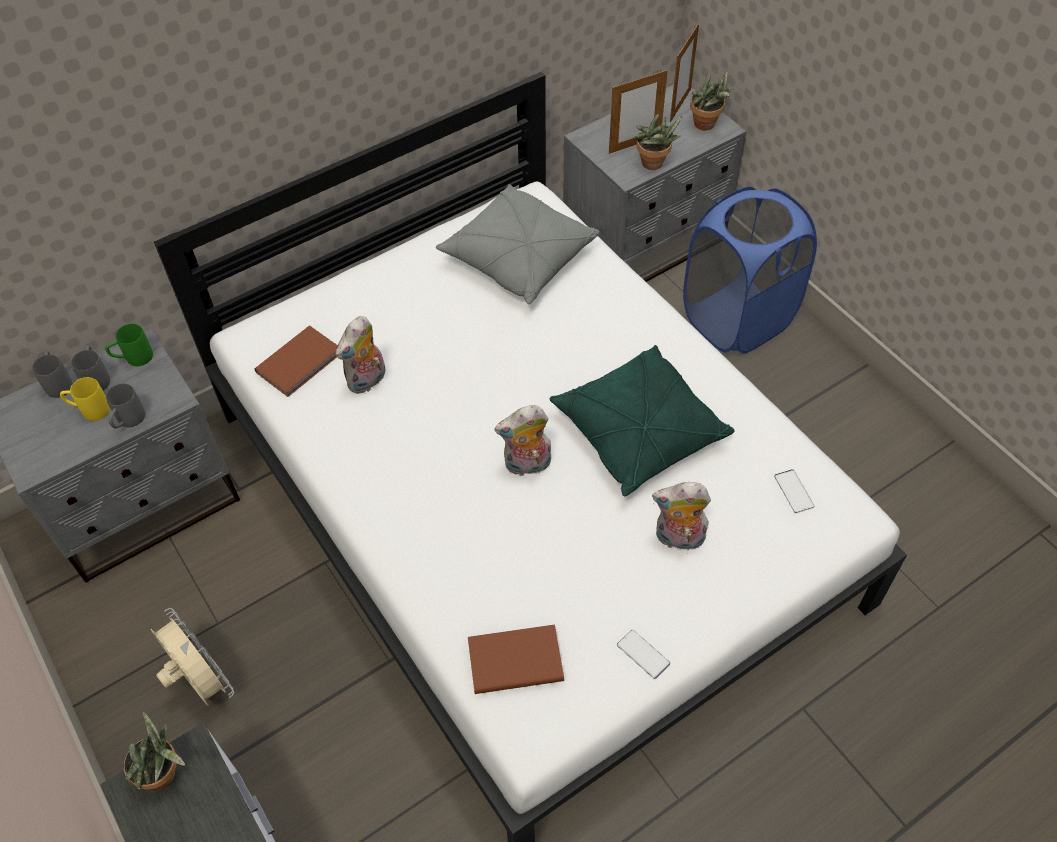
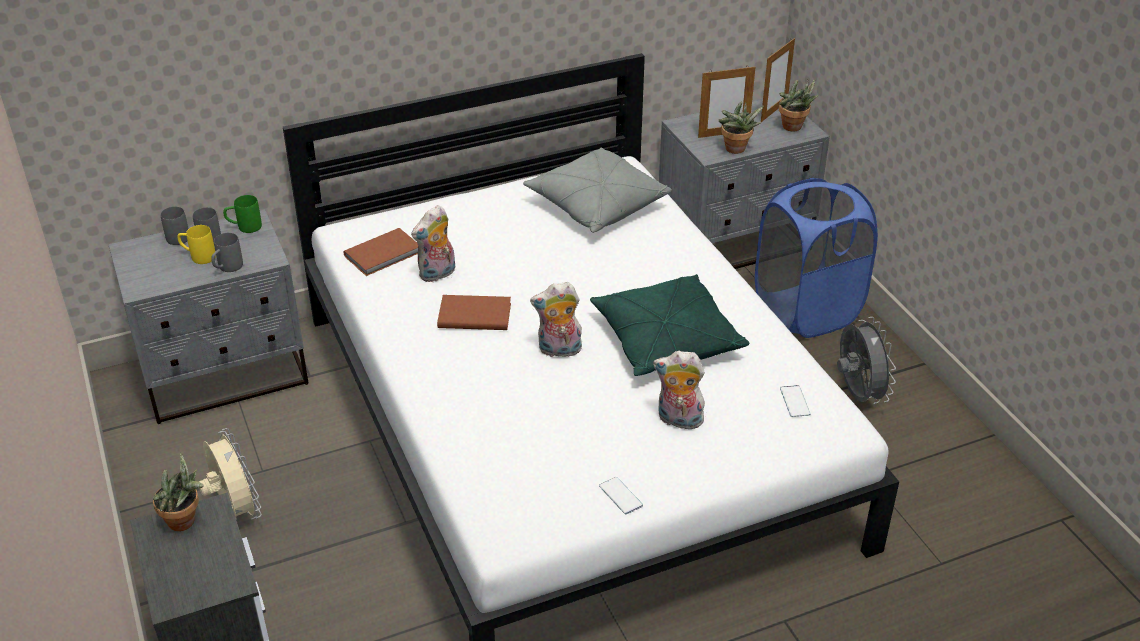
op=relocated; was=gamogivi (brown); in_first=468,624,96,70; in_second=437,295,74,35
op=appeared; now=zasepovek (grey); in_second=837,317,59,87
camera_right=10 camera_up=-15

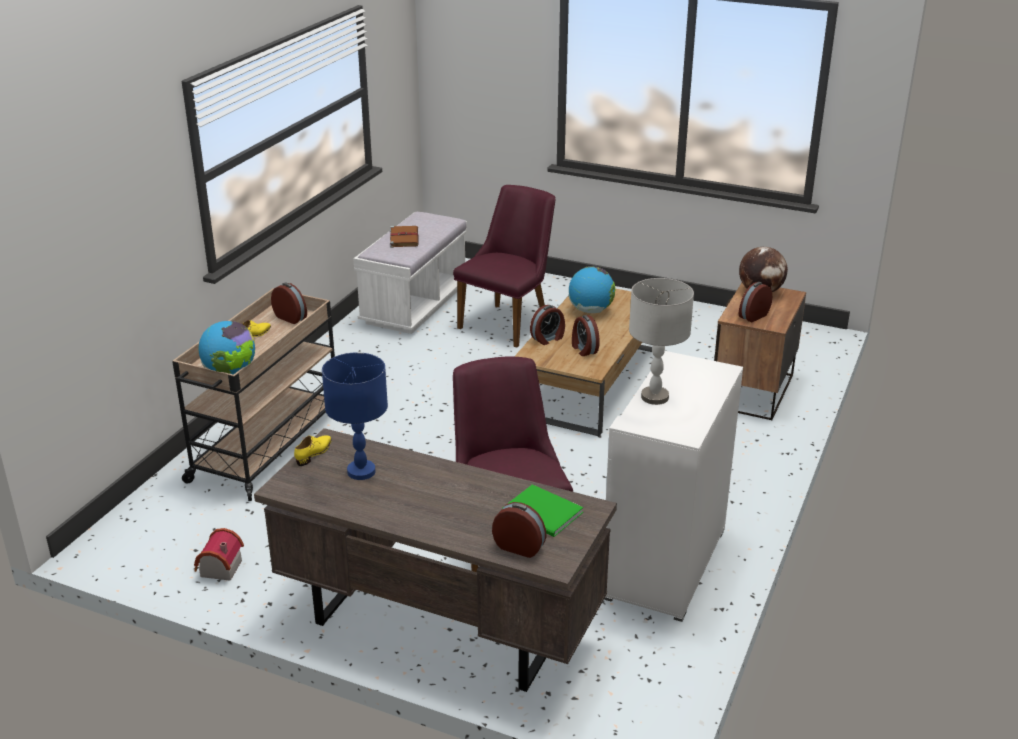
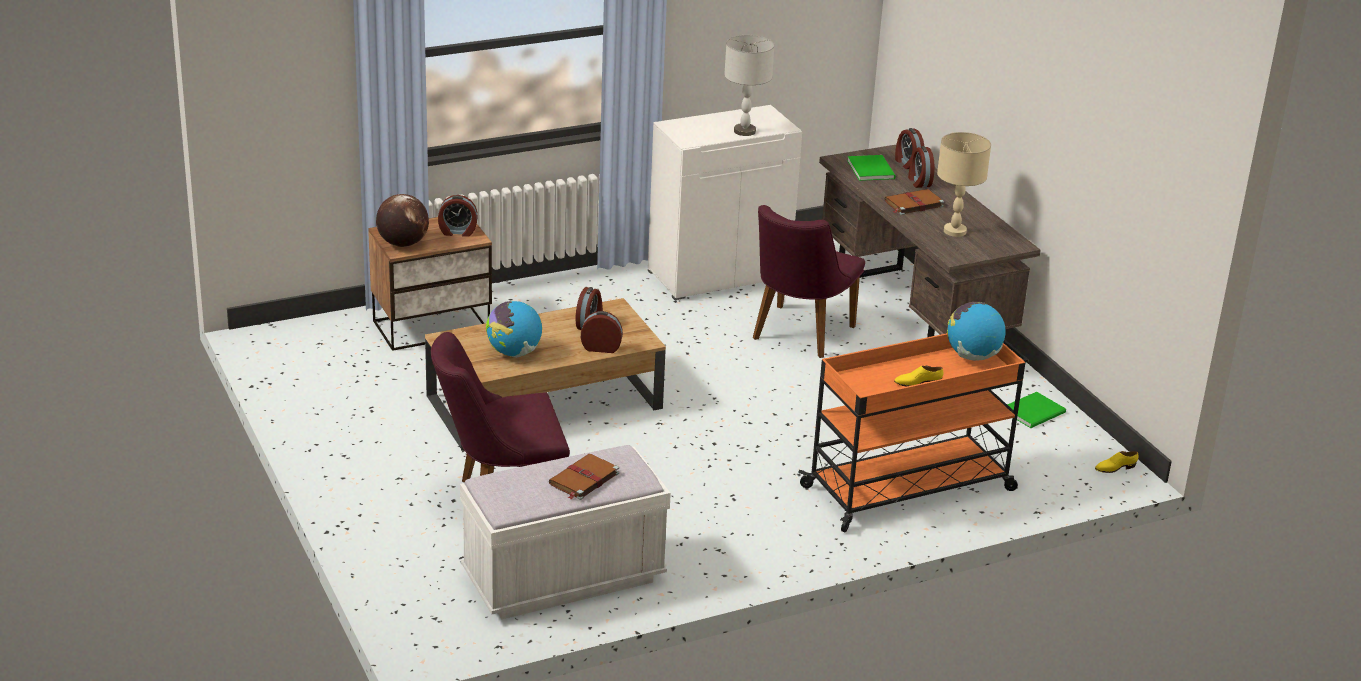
op=colour; was=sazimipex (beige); now=sazimipex (orange); in_first=172,288,163,213; in_second=798,333,230,199
op=exchanged; was=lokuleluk; now=gamogivi (green); in_first=194,528,50,53; in_second=1007,392,59,36
op=relocated; was=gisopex; in_first=271,283,36,41; in_second=908,146,27,42
op=relocated; was=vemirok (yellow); in_first=294,435,38,31; in_second=1095,451,43,22
op=colour; was=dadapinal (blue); now=dadapinal (beige); in_first=322,352,66,128; in_second=937,132,54,105
op=appeared; now=gamogivi (brown); in_second=885,189,59,26
camera_right=-140 camera_up=0

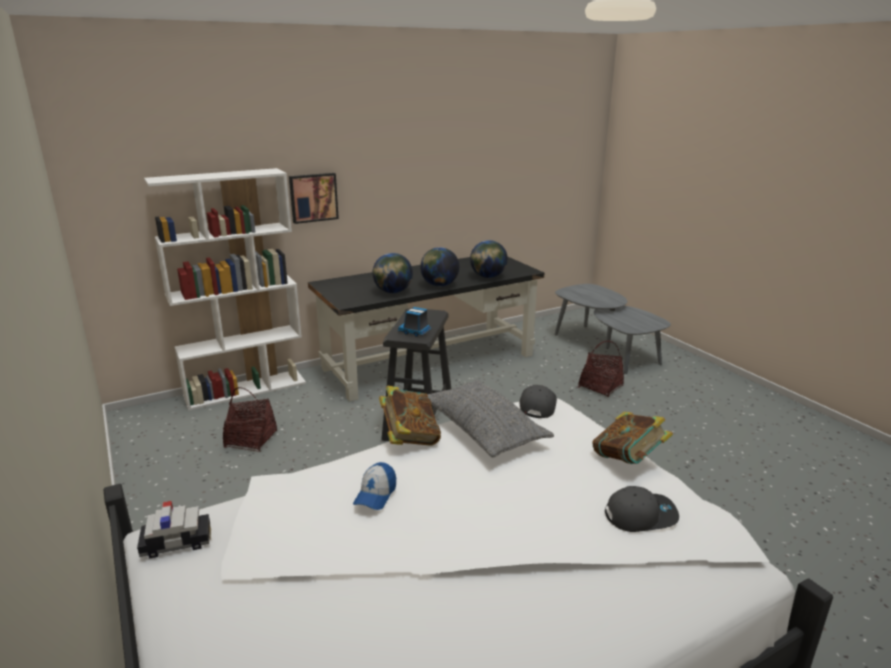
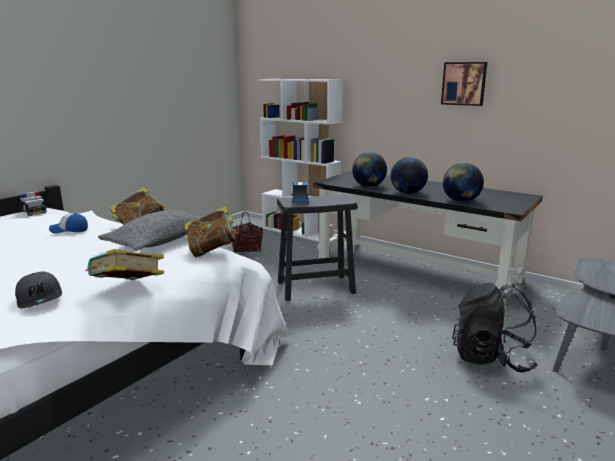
op=relocated; was=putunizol; in_first=289,173,50,51; in_second=441,62,47,44
op=exchanged; was=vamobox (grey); now=gamogivi; in_first=520,385,37,33; in_second=184,206,55,51
op=exchanged; was=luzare; now=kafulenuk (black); in_first=578,341,46,56; in_second=452,283,85,90
camera_right=65 camera_up=-5

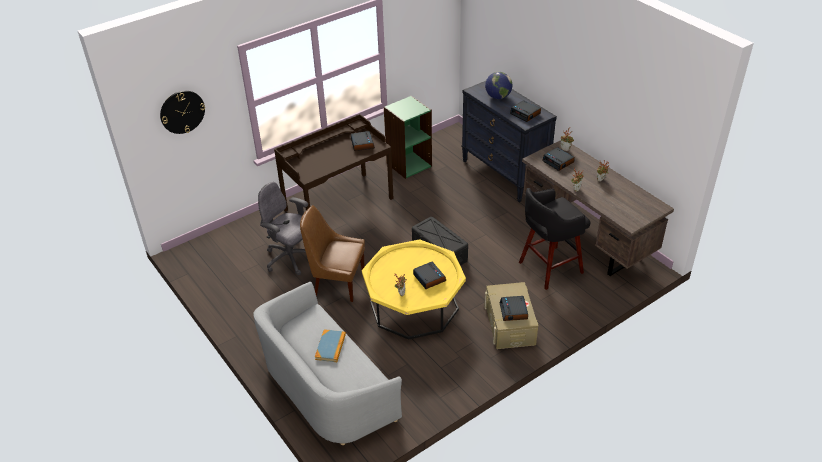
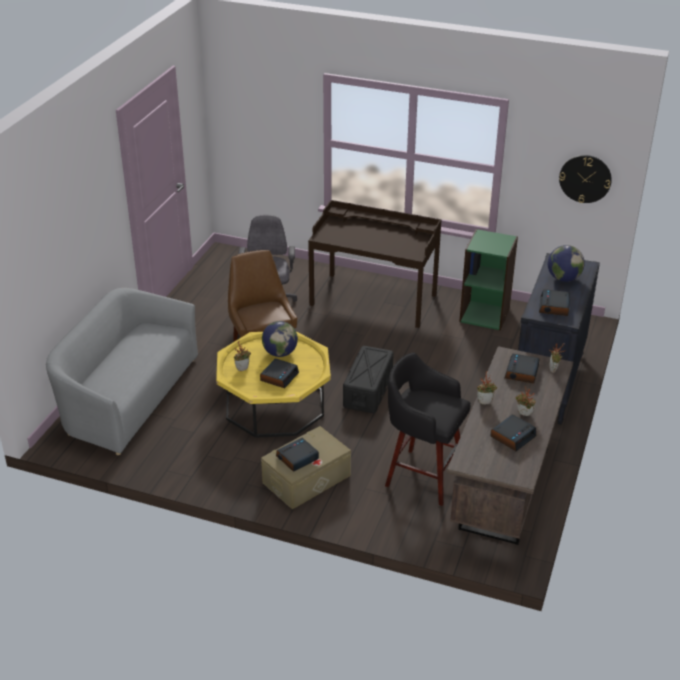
op=relocated; was=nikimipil; in_first=160,91,45,43; in_second=559,155,53,48
op=missing; was=gamogivi; in_first=315,329,31,33
op=relocated; was=gisopex; in_first=351,131,24,20; in_second=491,414,45,37
op=appeared; now=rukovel; in_second=262,321,36,36
camera_right=55 camera_up=-5

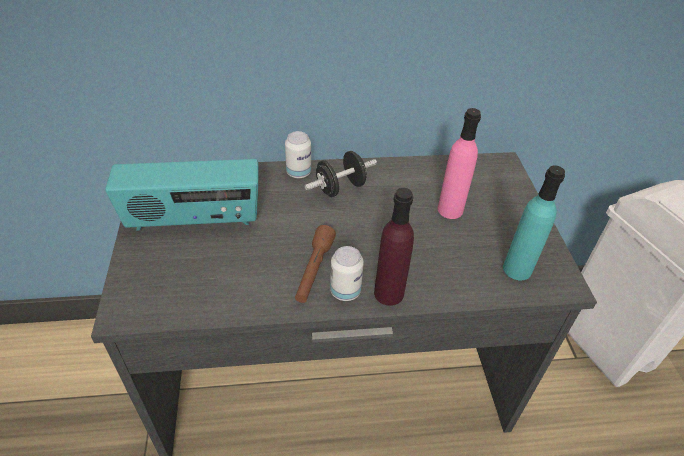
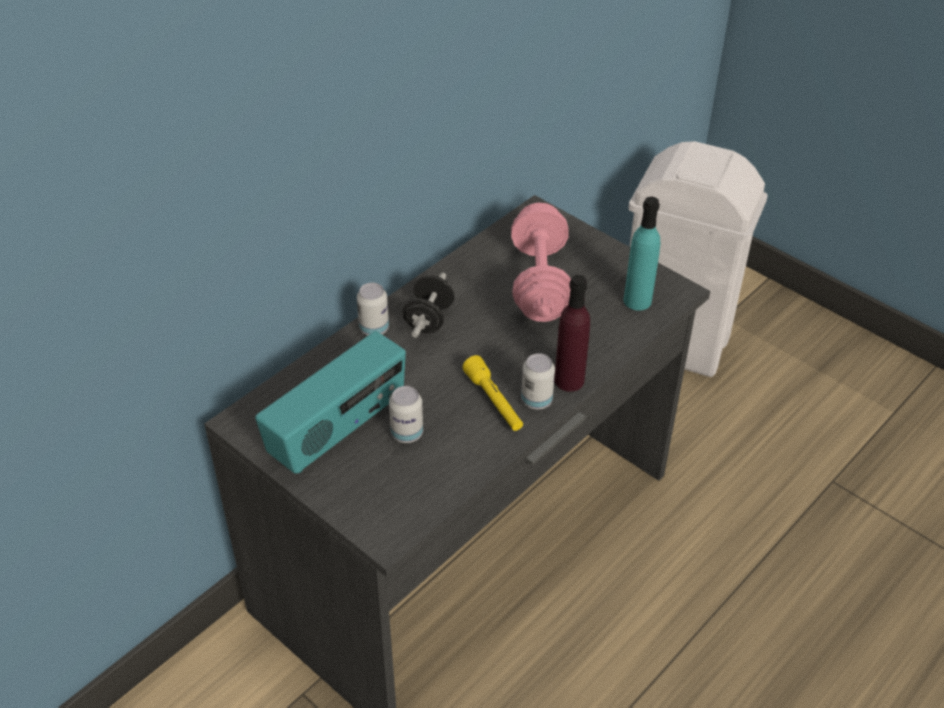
op=colour; was=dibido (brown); now=dibido (yellow); in_first=295,225,41,78; in_second=462,355,61,76
op=exchanged; was=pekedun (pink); now=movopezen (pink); in_first=437,108,44,111; in_second=511,203,60,119
op=appeared; now=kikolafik; in_second=389,386,34,57
camera_right=-40 camera_up=0

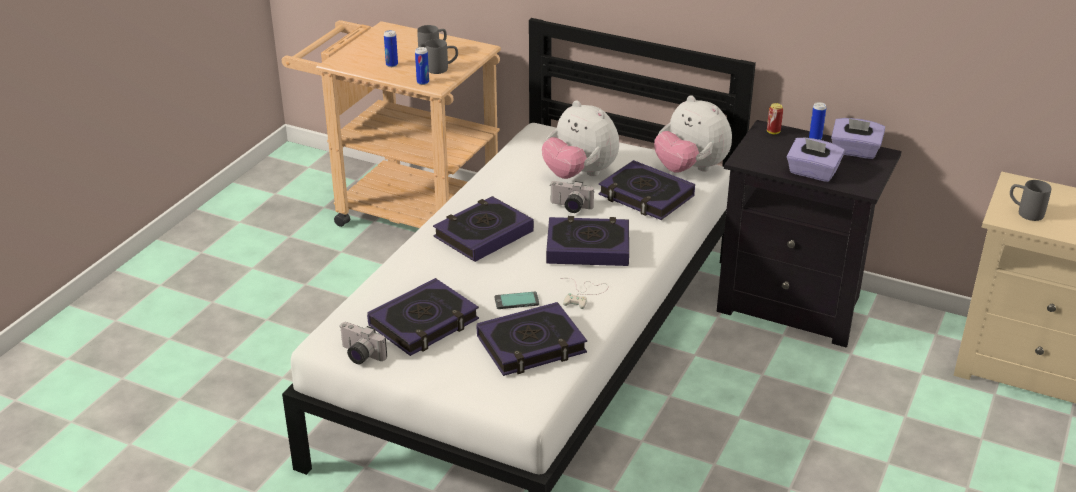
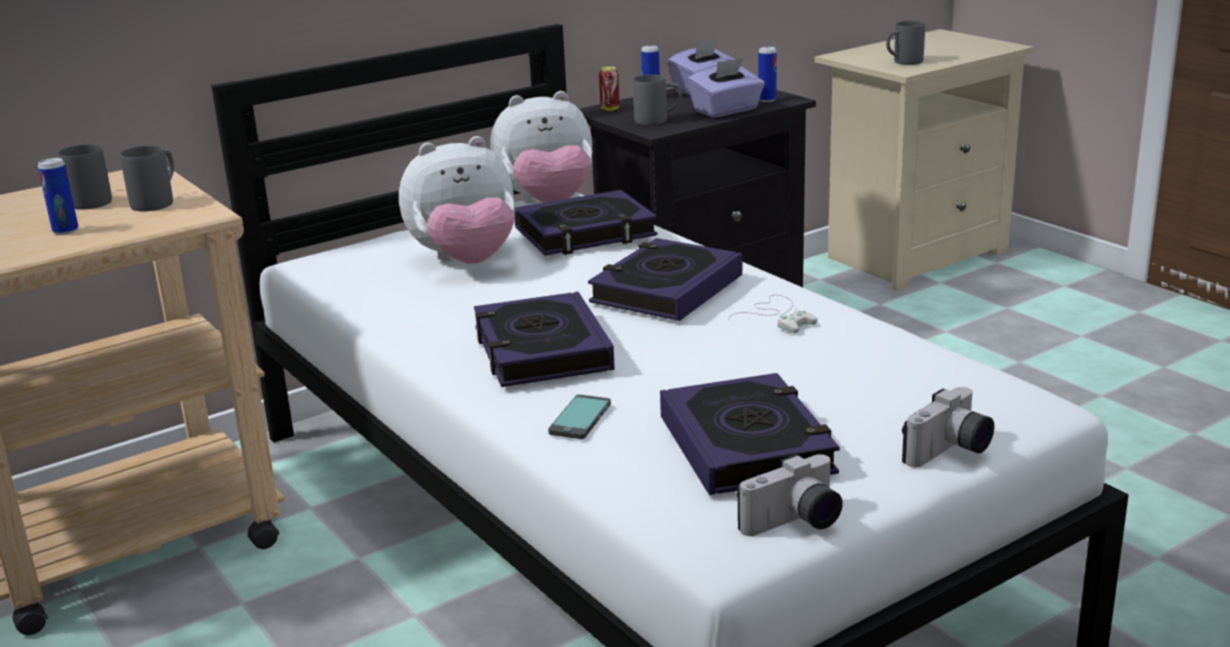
op=relocated; was=kikolafik; in_first=415,47,14,38; in_second=758,47,19,55
op=missing; was=gamogivi; in_first=477,302,110,74
op=relocated; was=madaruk; in_first=495,292,44,17; in_second=548,394,63,45
op=relocated; was=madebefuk; in_first=550,181,44,32; in_second=902,387,92,80
op=appeared; now=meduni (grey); in_second=633,75,50,50
camera_right=-60 camera_up=-10

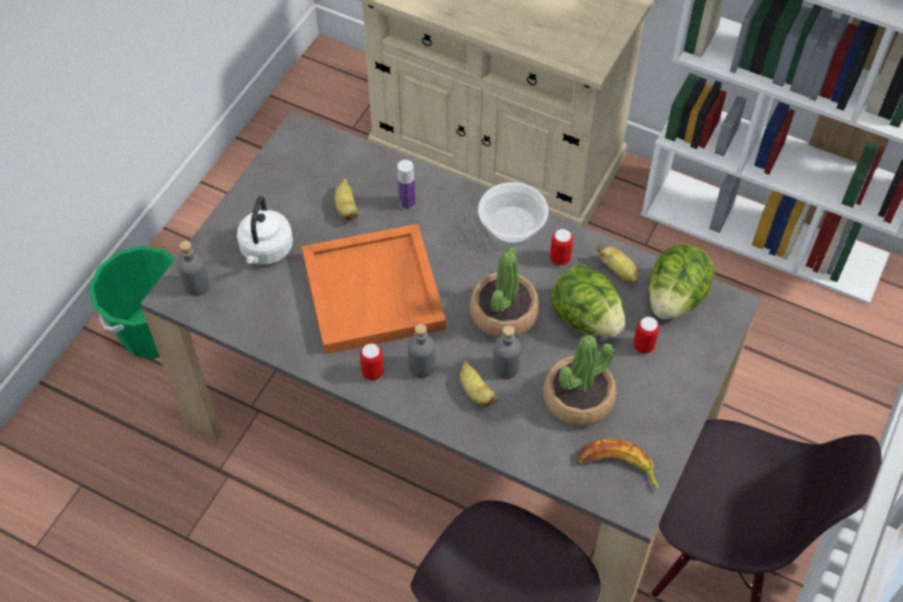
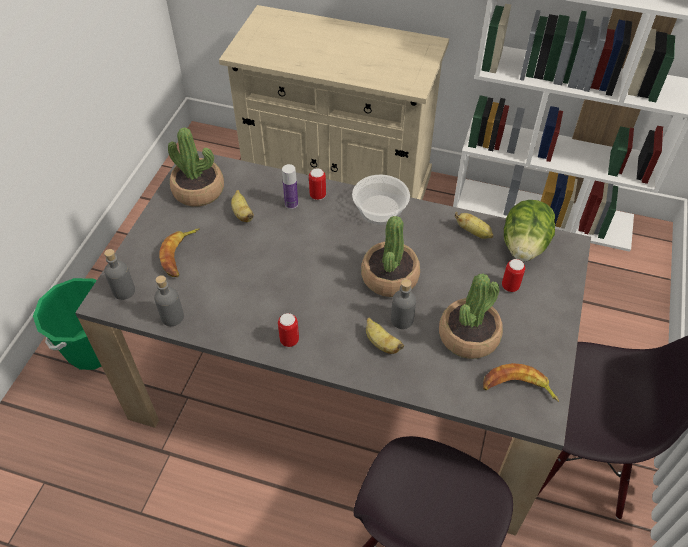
op=exchanged; was=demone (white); now=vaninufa; in_first=237,196,56,69; in_second=159,228,41,49
op=missing; was=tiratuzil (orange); in_first=302,224,144,130
op=relocated; was=pekedun (grey); in_first=408,324,27,54; in_second=154,275,30,51
op=relocated; was=kikolafik; in_first=550,229,23,37; in_second=309,168,17,32
op=missing; was=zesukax; in_first=551,264,74,74
op=appeared; now=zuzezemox; in_second=168,127,56,80
camera_right=-10 camera_up=-5

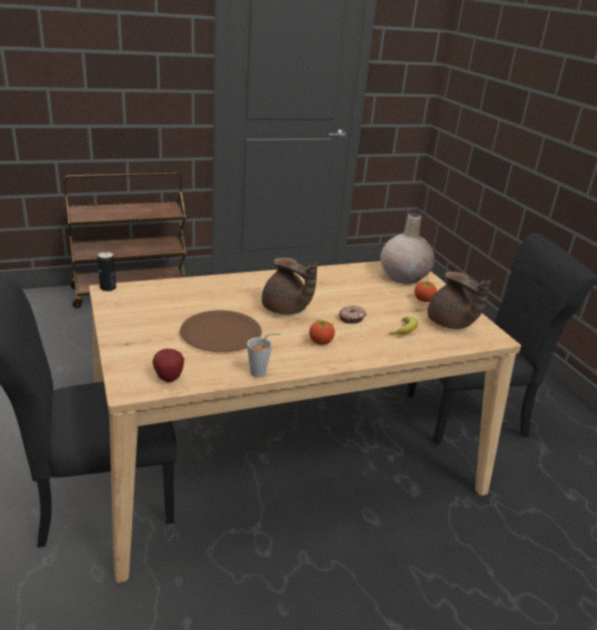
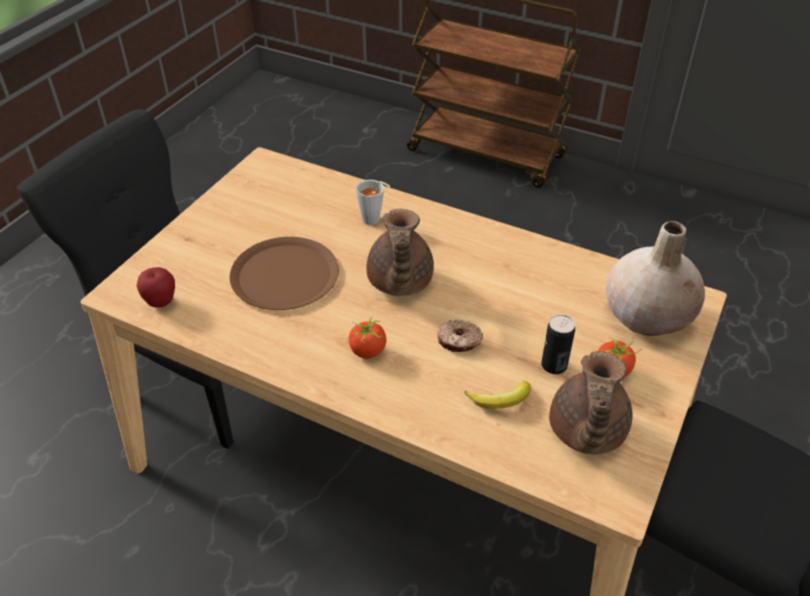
op=relocated; was=kikolafik; in_first=97,252,19,39; in_second=541,314,34,60
op=relocated; was=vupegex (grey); in_first=247,333,34,44; in_second=356,180,34,45
camera_right=50 camera_up=15

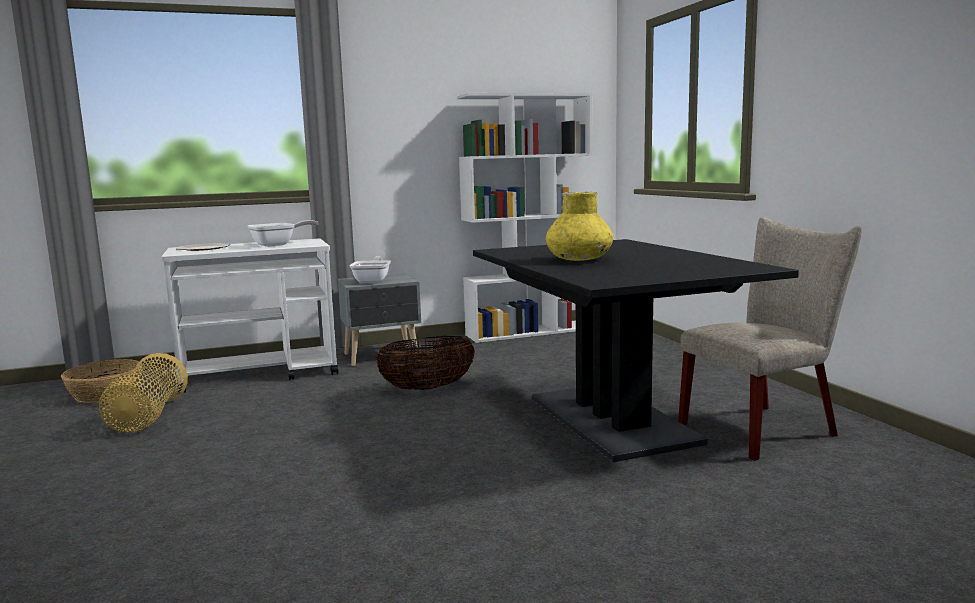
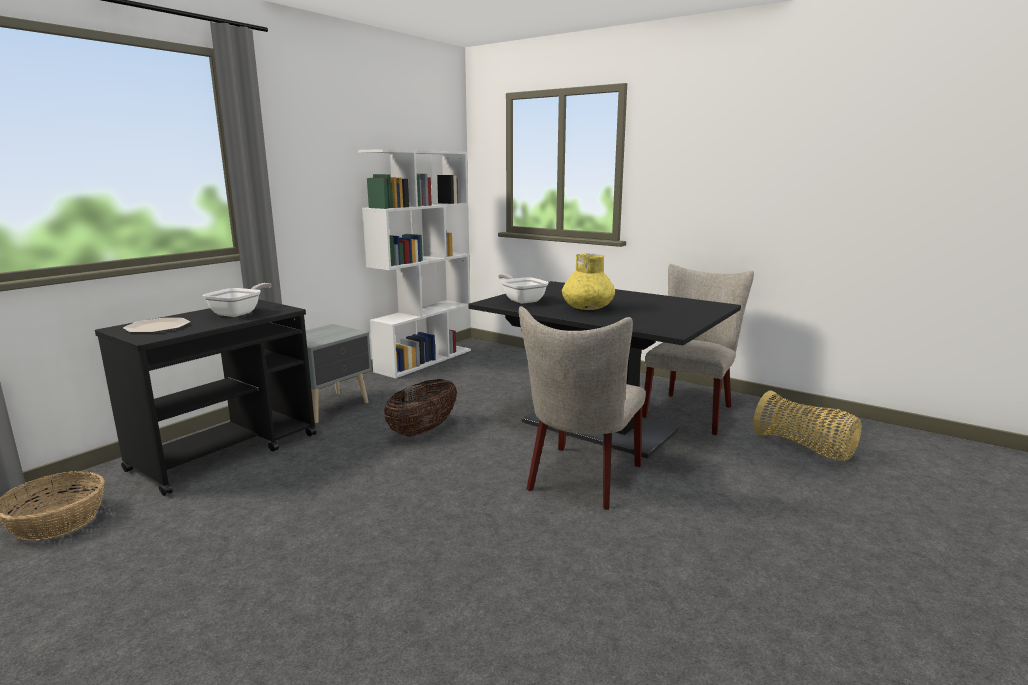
op=relocated; was=luzare; in_first=99,353,89,80; in_second=753,390,109,70
op=colour; was=sazimipex (white); now=sazimipex (black); in_first=161,238,177,155; in_second=95,299,222,197
op=relocated; was=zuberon; in_first=349,256,42,27; in_second=498,274,51,30
op=appeared; now=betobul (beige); in_second=519,306,127,204
camera_right=-35 camera_up=5

